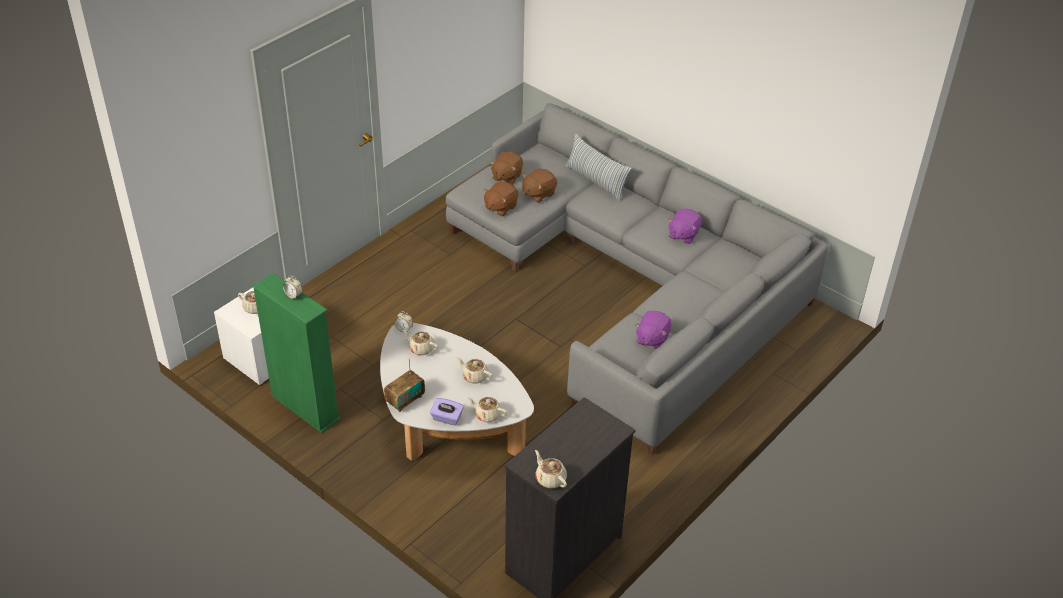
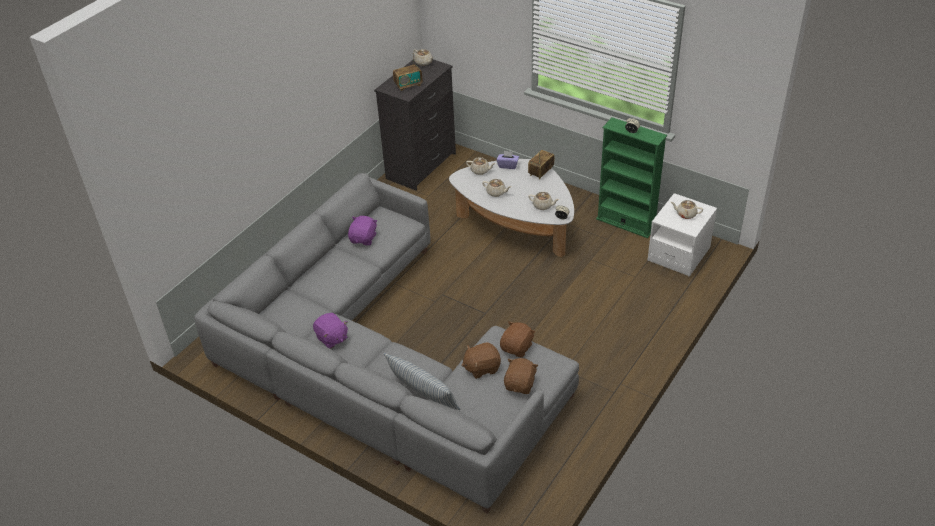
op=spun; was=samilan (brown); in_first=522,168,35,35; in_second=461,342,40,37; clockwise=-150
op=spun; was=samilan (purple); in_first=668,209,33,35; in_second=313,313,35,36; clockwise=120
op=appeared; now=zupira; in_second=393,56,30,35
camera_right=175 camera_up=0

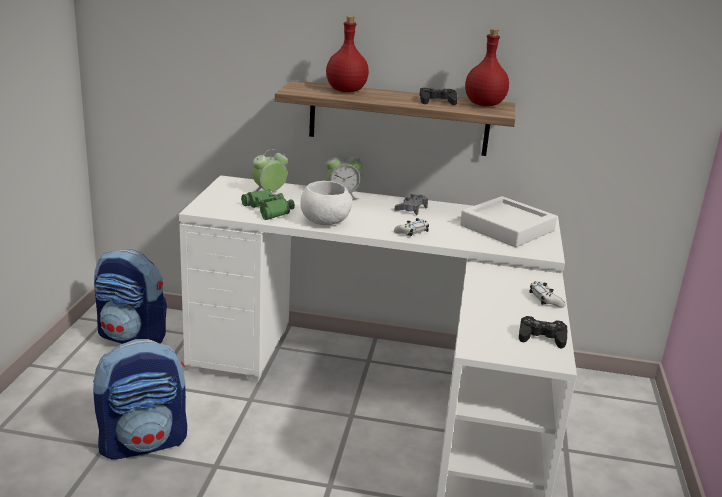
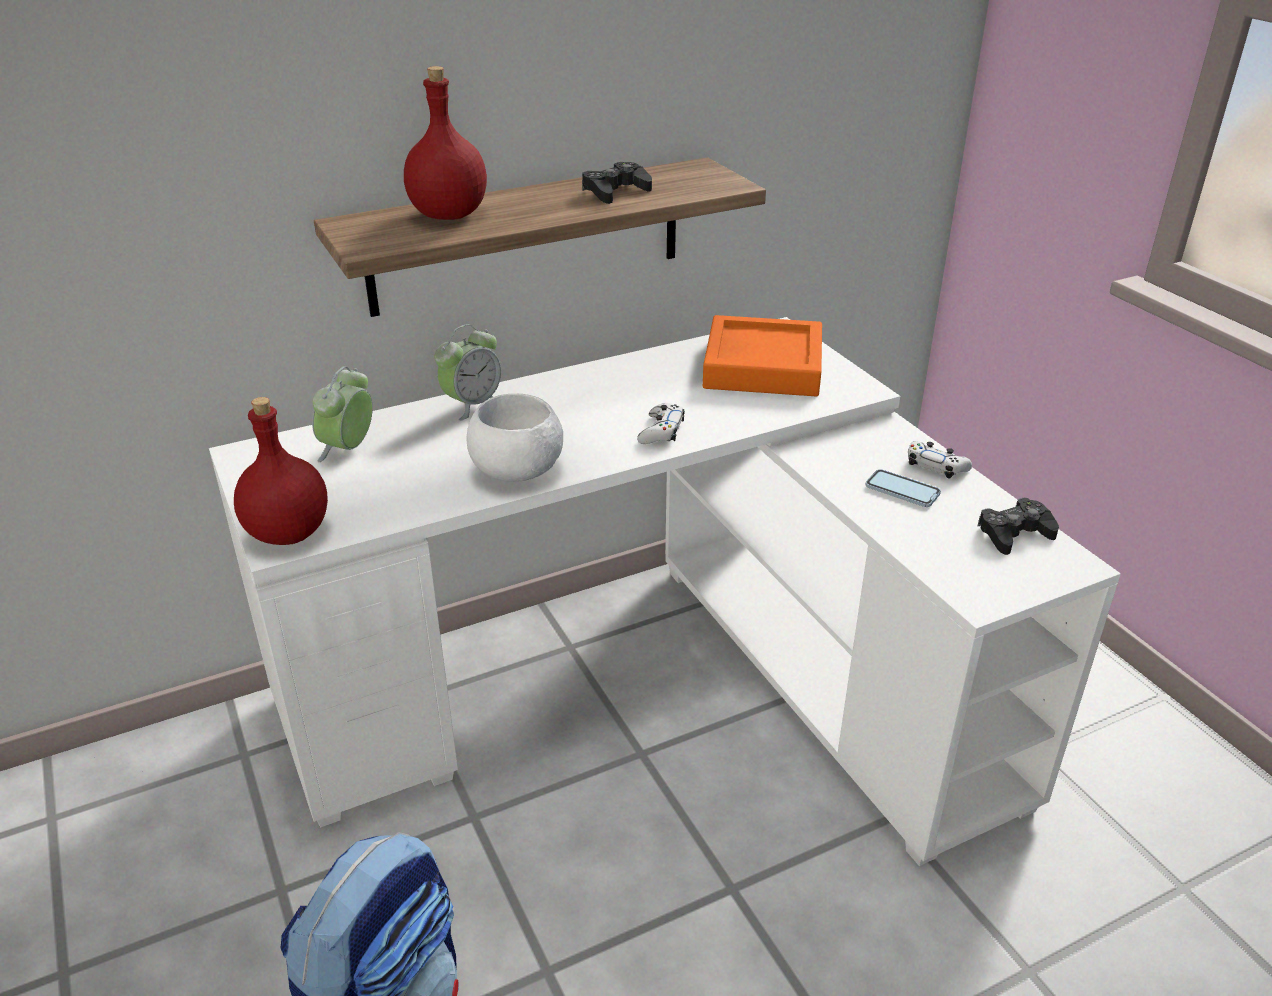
op=missing; was=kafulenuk; in_first=94,250,73,94
op=missing; was=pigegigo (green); in_first=241,189,54,31
op=missing; was=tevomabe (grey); in_first=394,194,34,21
op=colour; was=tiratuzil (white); now=tiratuzil (orange); in_first=460,196,97,51; in_second=703,315,119,81
op=relocated; was=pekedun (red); in_first=465,29,44,77; in_second=234,397,94,148
op=appeared; now=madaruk; in_second=865,469,76,38
camera_right=-35 camera_up=10

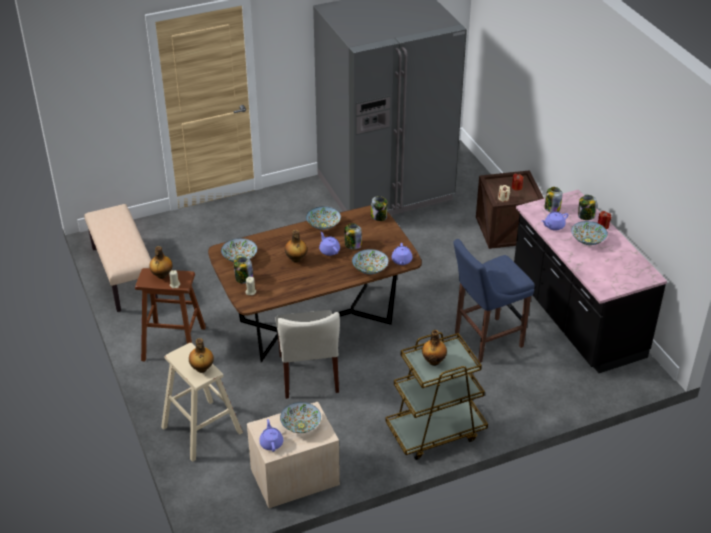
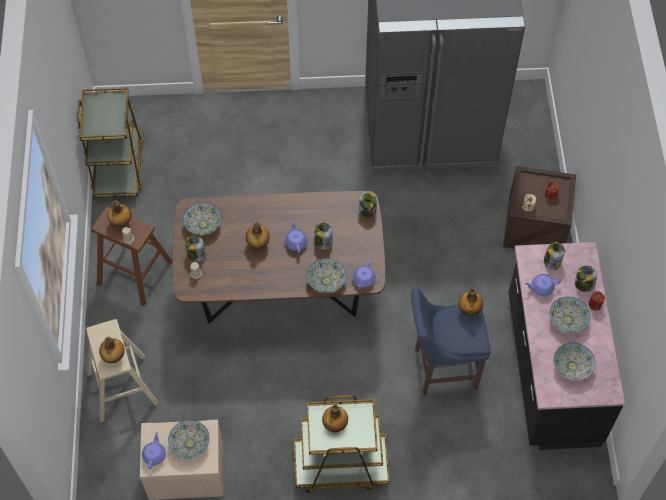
op=exchanged; was=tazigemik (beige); now=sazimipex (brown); in_first=84,204,74,108; in_second=77,88,67,110
op=missing; was=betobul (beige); in_first=275,310,65,89
op=relocated; was=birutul; in_first=306,206,35,24; in_second=554,343,41,37
op=appeared; now=pekedun; in_second=459,288,24,28
camera_right=20 camera_up=20

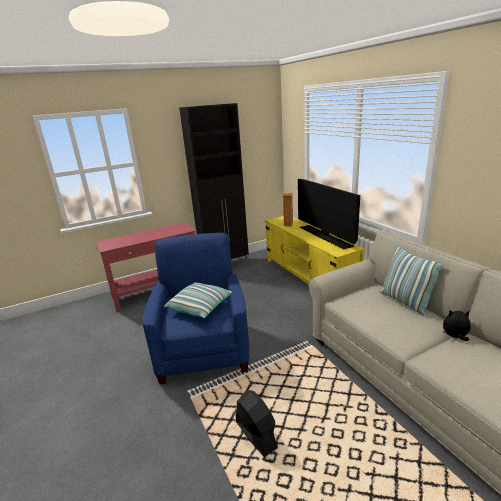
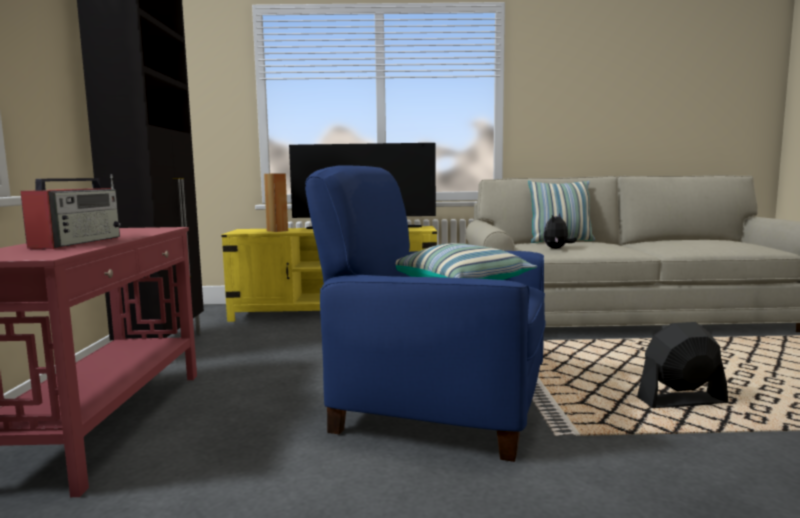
op=relocated; was=samilan; in_first=443,309,27,32; in_second=544,213,33,36
op=appeared; now=zupira; in_second=21,174,100,75
camera_right=-65 camera_up=-15

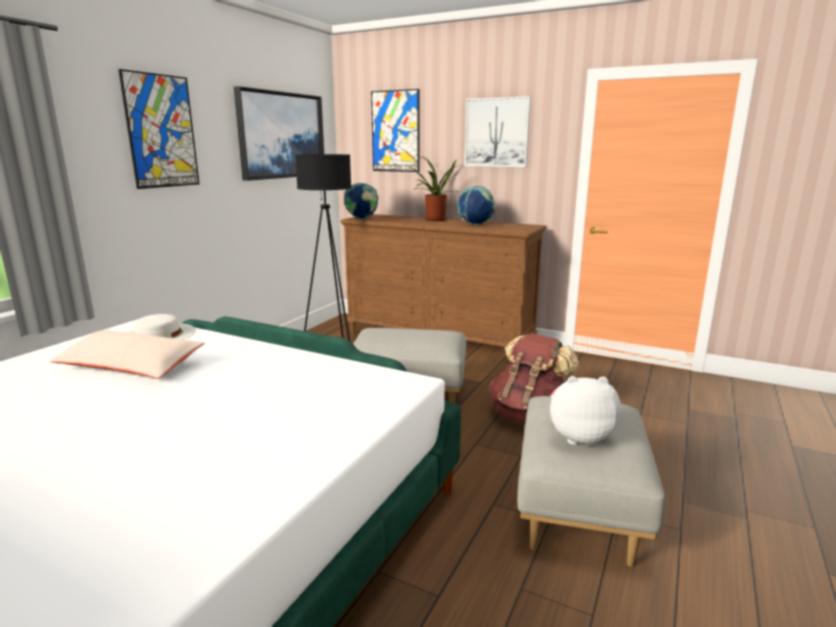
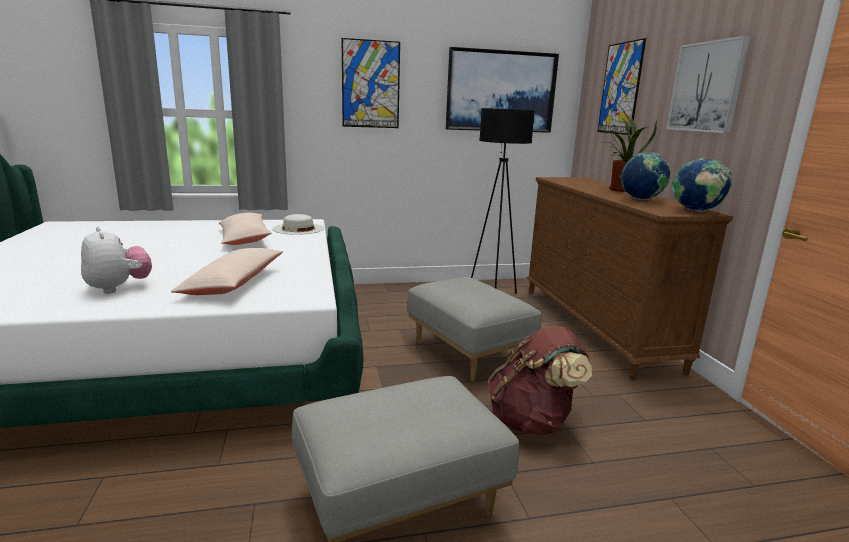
op=relocated; was=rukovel; in_first=344,183,34,36; in_second=672,158,60,54
op=relocated; was=samilan; in_first=550,376,71,69; in_second=81,227,71,67
op=appeared; now=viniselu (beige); in_second=171,248,112,47
camera_right=50 camera_up=0

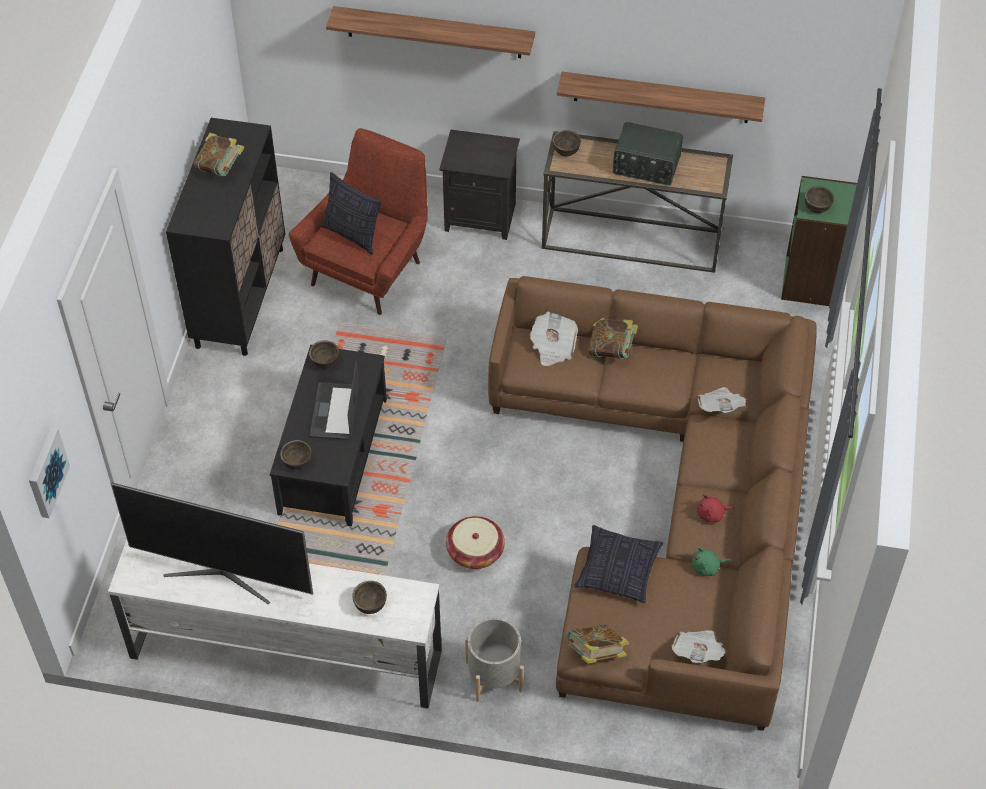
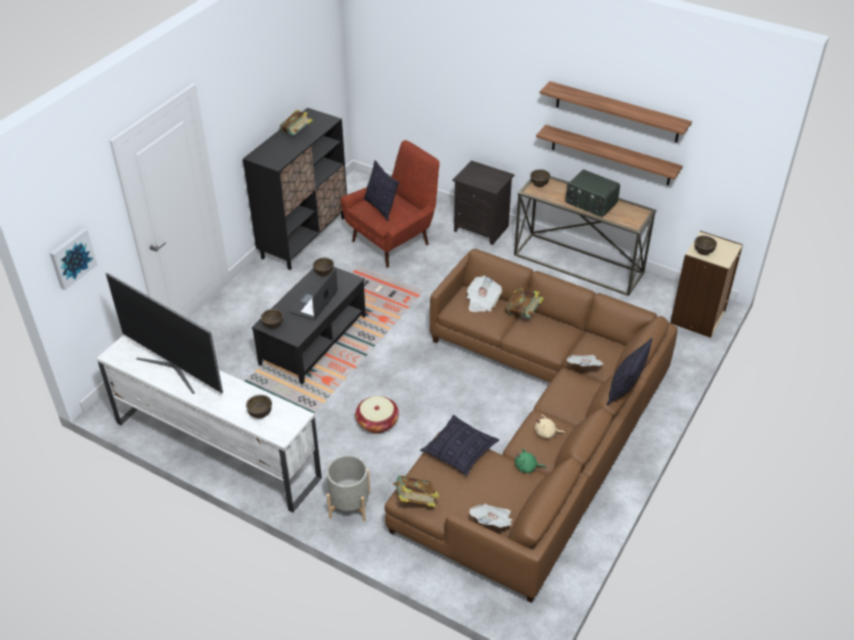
op=relocated; was=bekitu; in_first=326,6,209,52; in_second=540,81,152,62
op=colour; was=samilan (red); now=samilan (beige); in_first=697,494,38,28; in_second=535,415,30,24
op=colour; was=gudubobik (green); now=gudubobik (beige); in_first=781,176,76,130; in_second=670,231,73,107
op=appeared; now=viniselu; in_second=607,338,45,67
camera_right=20 camera_up=-10

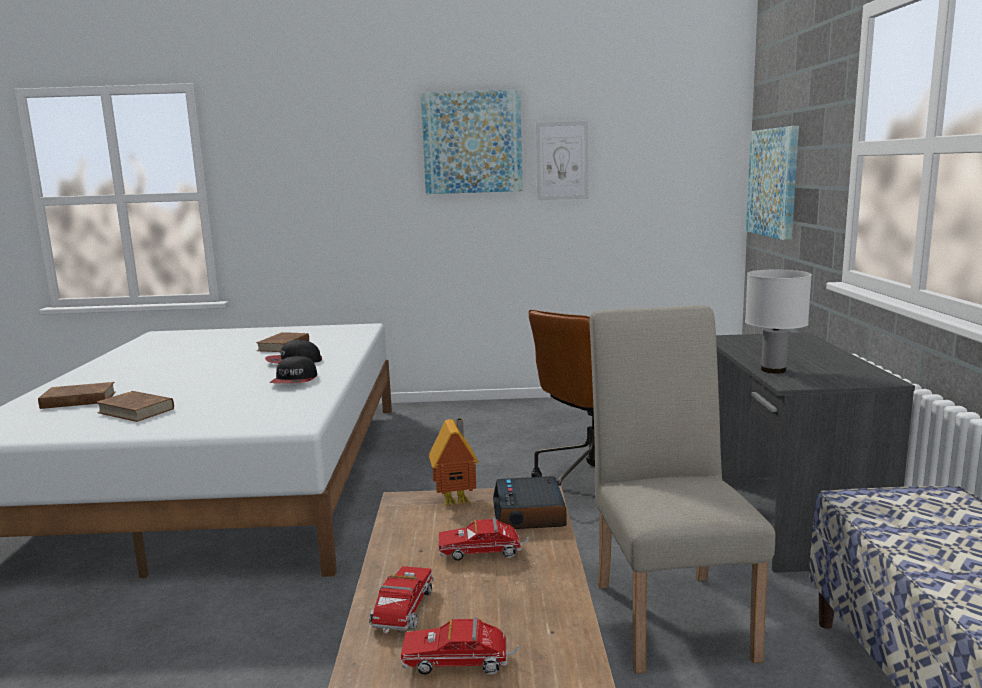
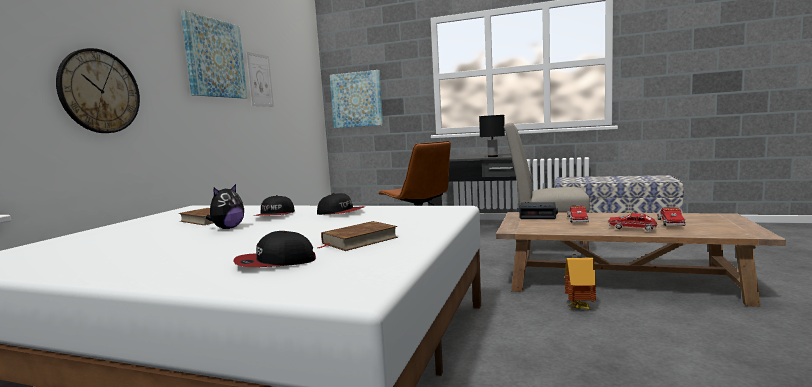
op=exchanged; was=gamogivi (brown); now=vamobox; in_first=38,382,78,27; in_second=233,231,83,36
op=relocated; was=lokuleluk; in_first=429,418,50,88; in_second=565,254,31,56
op=colour; was=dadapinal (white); now=dadapinal (black); in_first=745,270,67,104; in_second=479,115,26,42
op=appeared; now=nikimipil; in_second=56,48,84,85
op=appeared; now=samilan; in_second=206,184,38,45
camera_right=-70 camera_up=-5

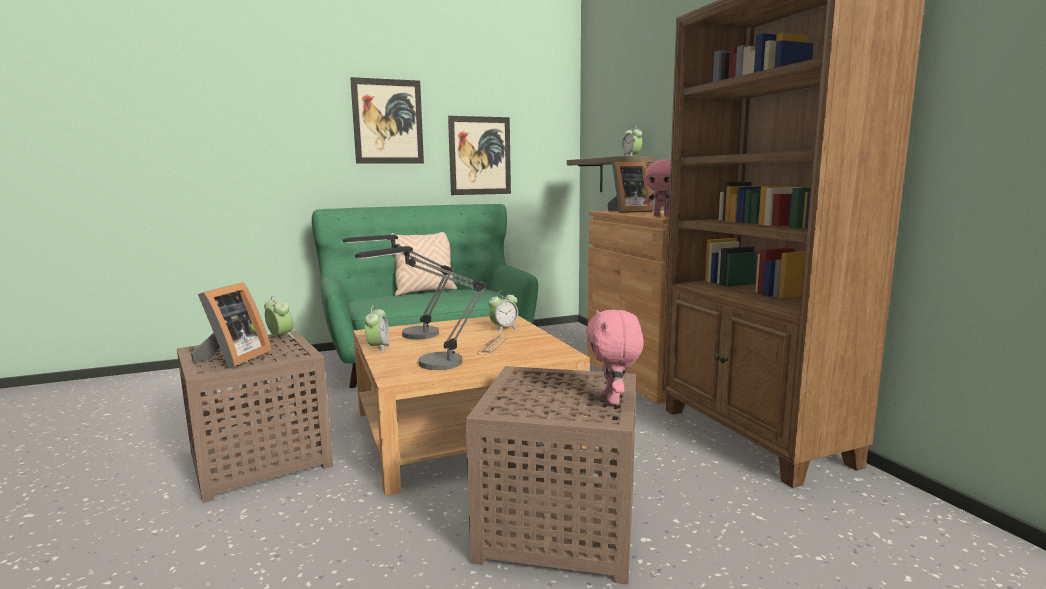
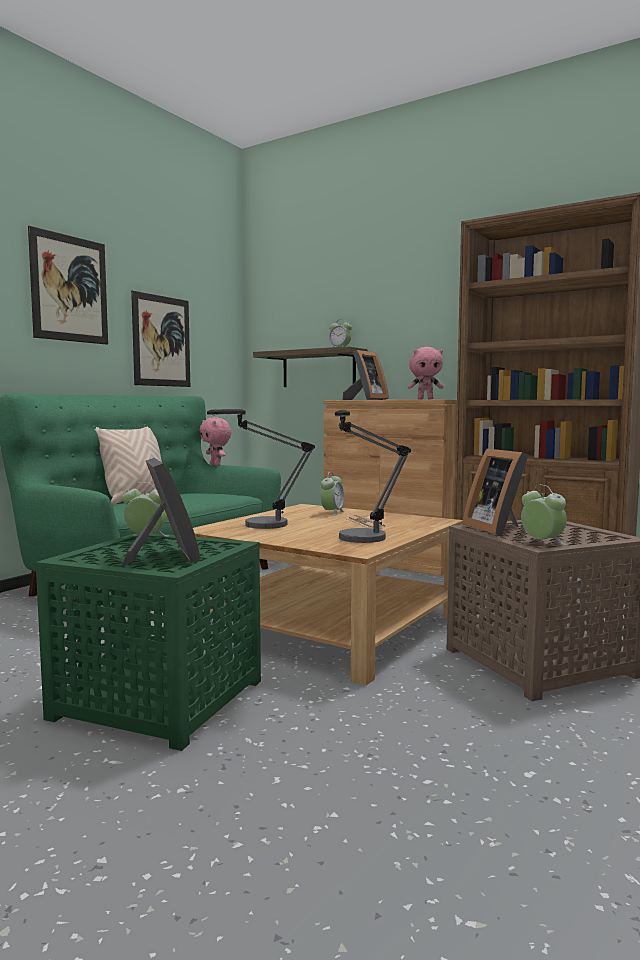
op=colour; was=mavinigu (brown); now=mavinigu (green); in_first=177,331,156,172; in_second=36,533,225,218
op=relocated; was=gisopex; in_first=365,306,25,47; in_second=521,485,46,60
op=relocated; was=samilan (pink); in_first=586,309,58,95; in_second=200,417,31,49
op=appeared; now=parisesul; in_second=462,448,66,88
camera_right=-35 camera_up=-5

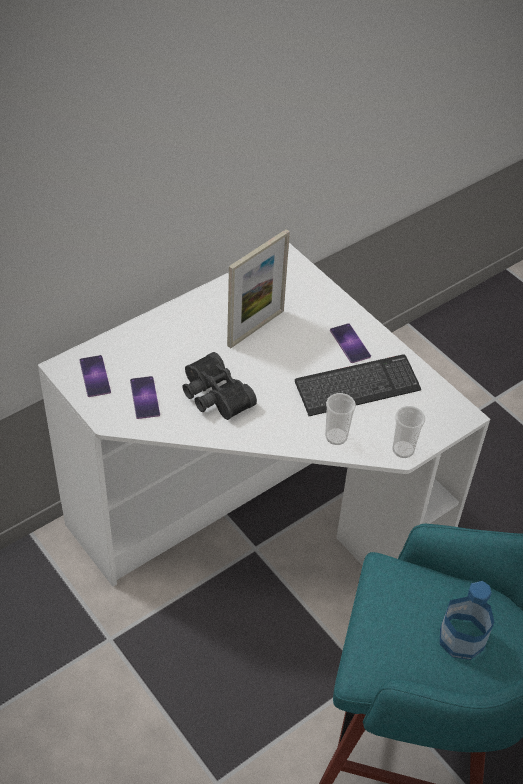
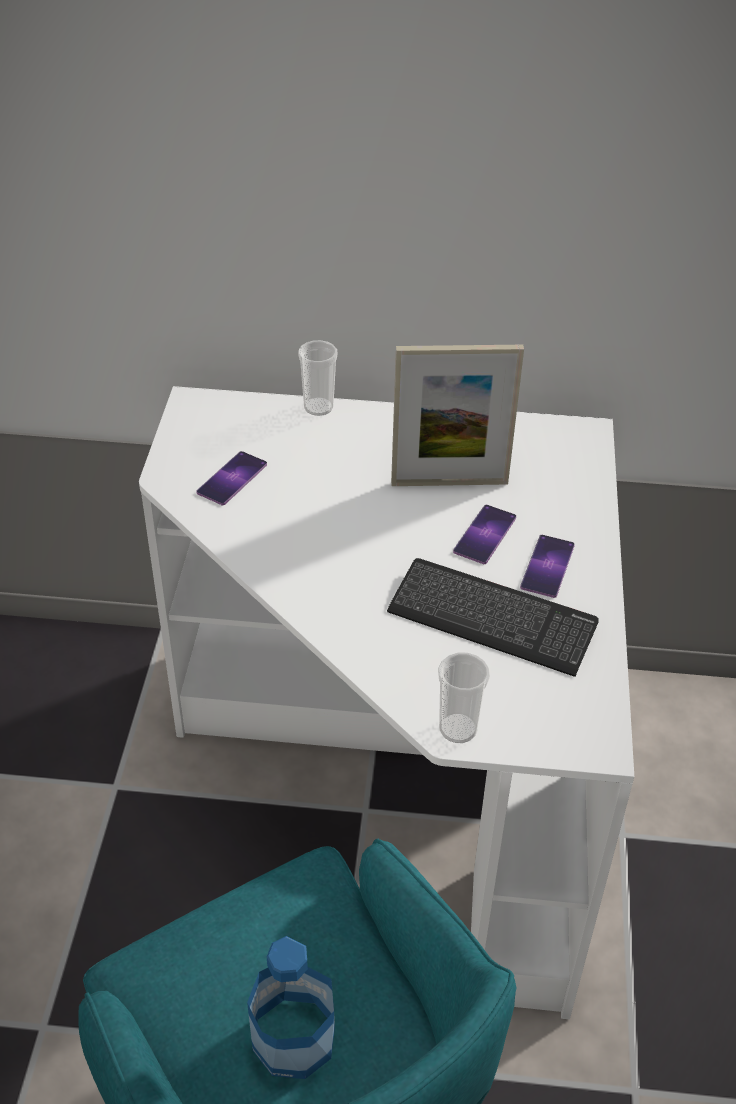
op=relocated; was=madaruk; in_first=79,355,32,42; in_second=453,505,63,59
op=missing; was=pigegigo (black); in_first=183,352,74,68
op=relocated; was=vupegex; in_first=325,393,31,52; in_second=298,340,40,76
camera_right=45 camera_up=-5

